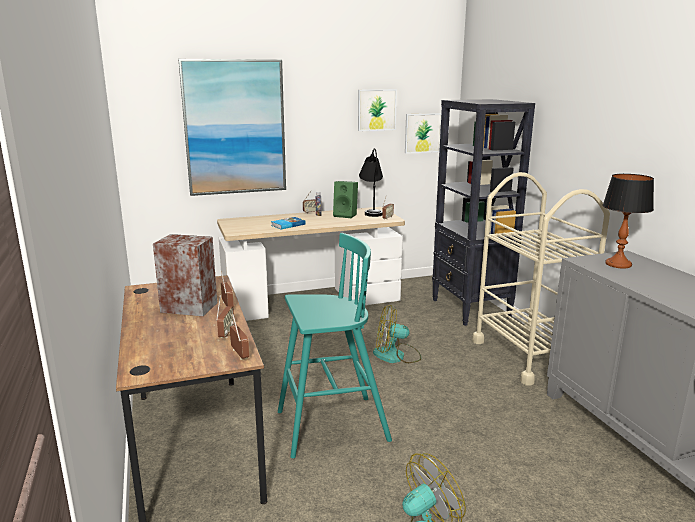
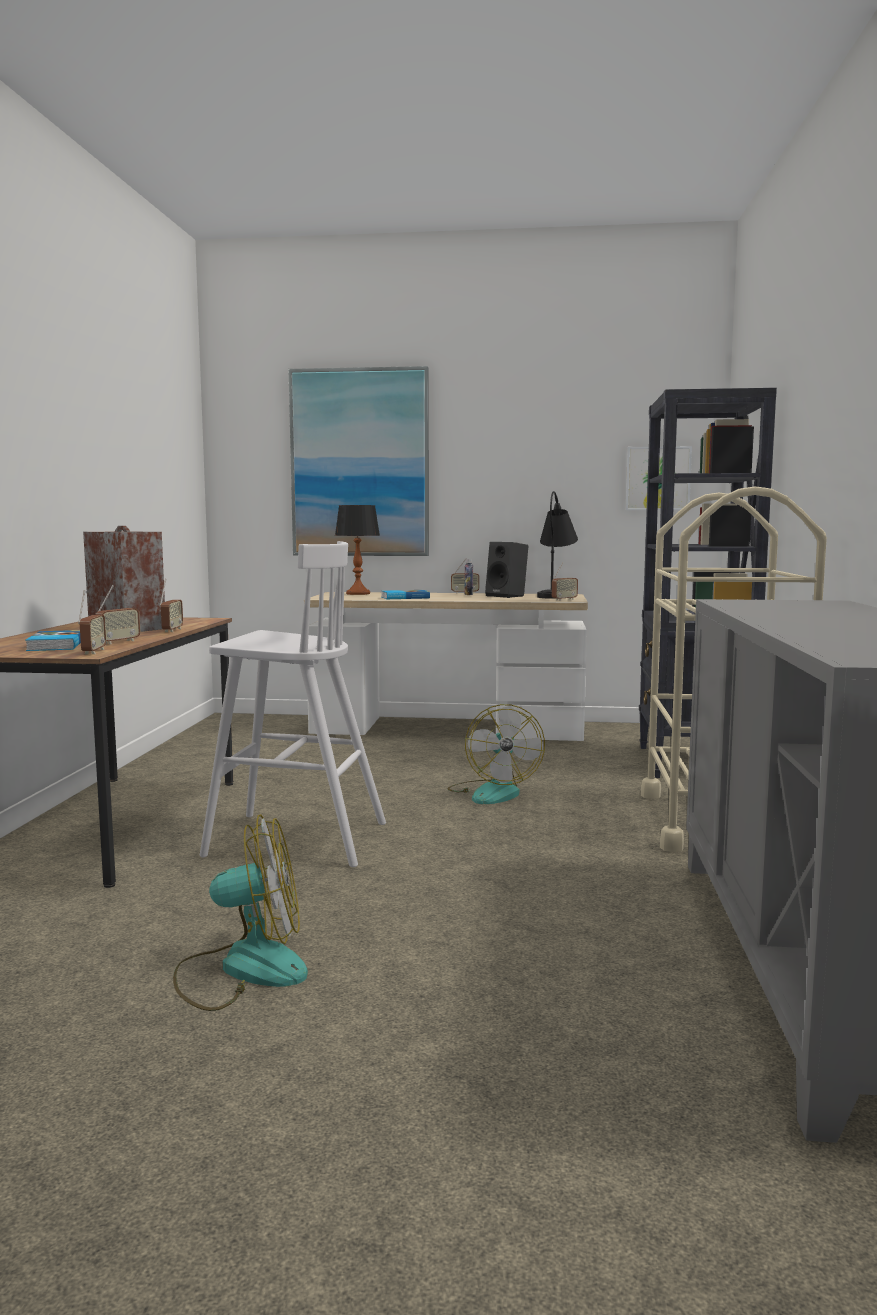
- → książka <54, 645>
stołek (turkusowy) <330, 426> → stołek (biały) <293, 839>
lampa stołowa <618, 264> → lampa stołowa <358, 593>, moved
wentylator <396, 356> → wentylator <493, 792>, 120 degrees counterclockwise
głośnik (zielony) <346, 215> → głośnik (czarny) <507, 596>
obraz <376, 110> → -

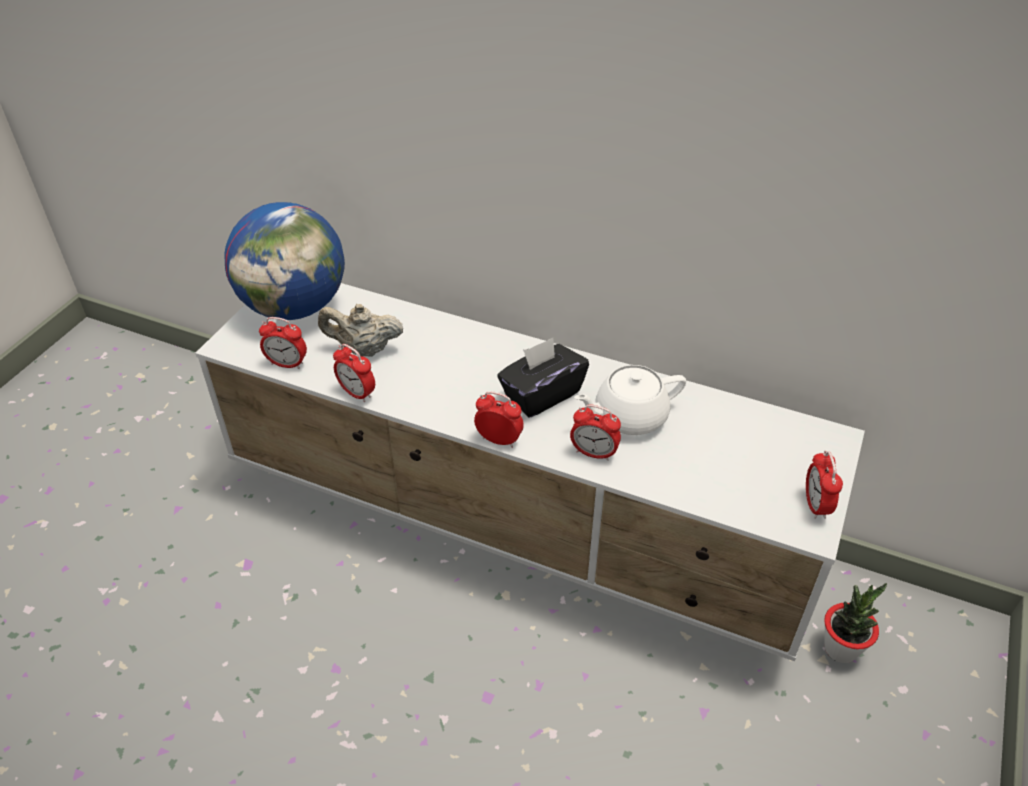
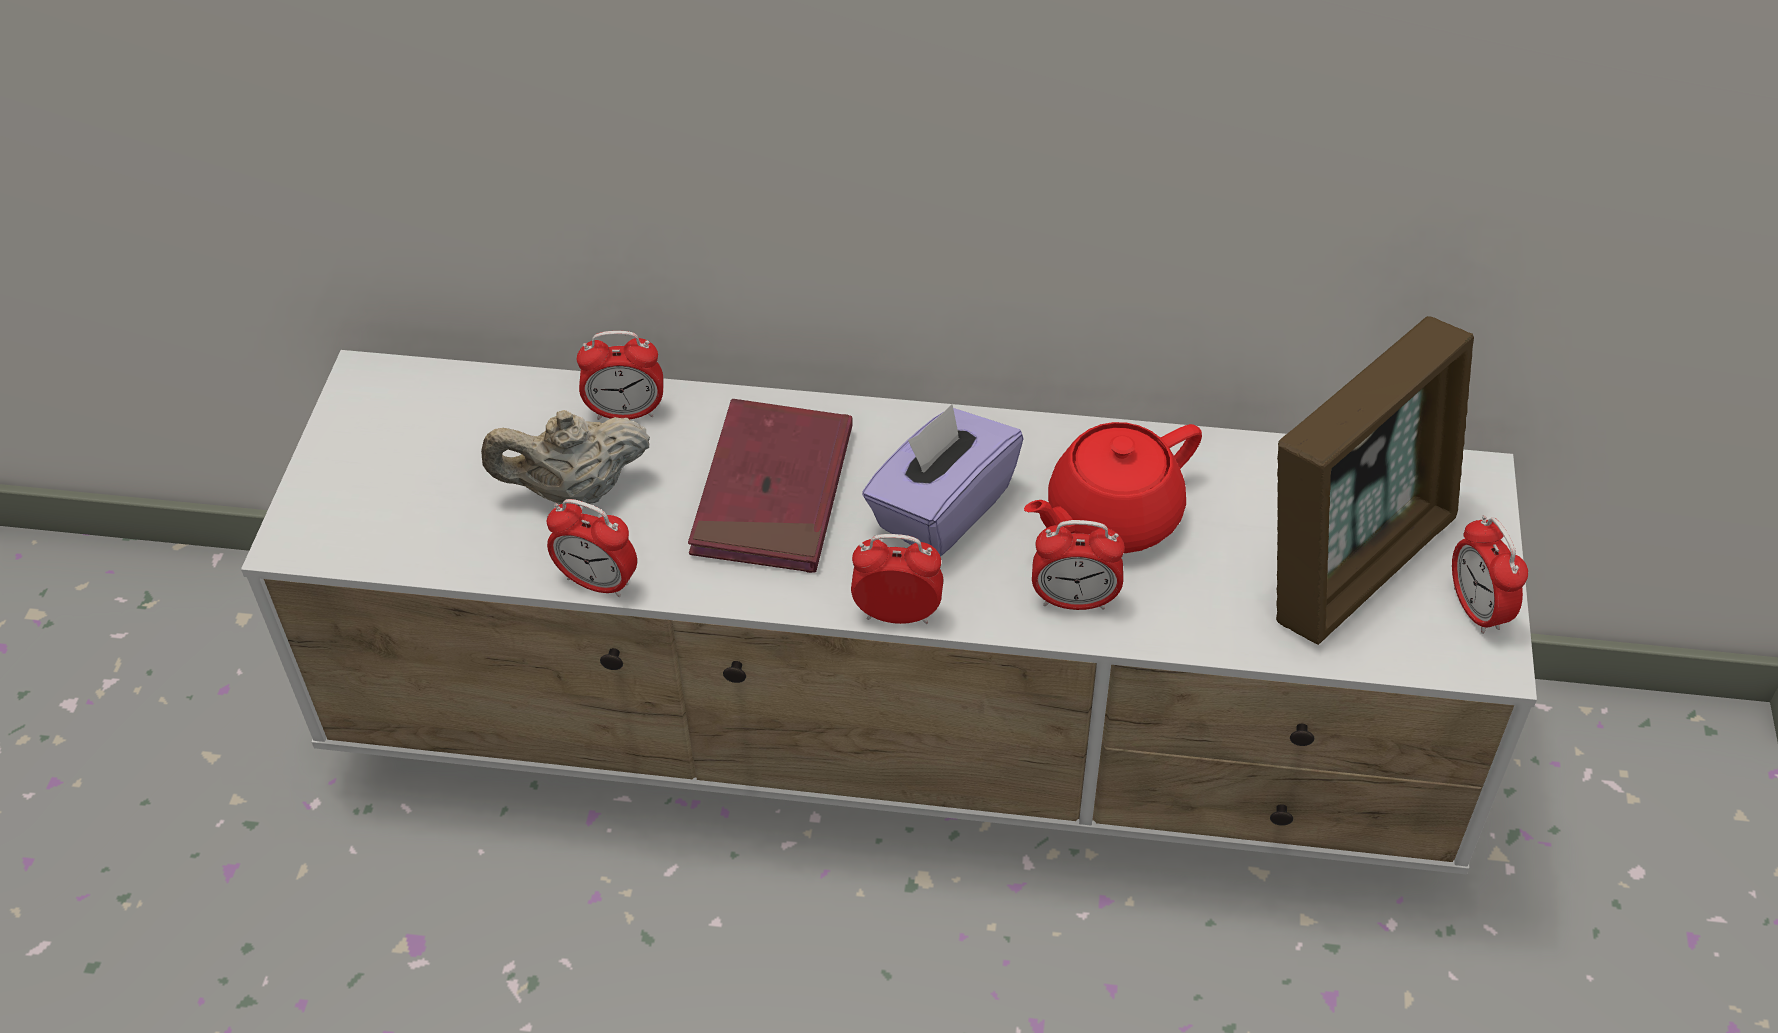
budzik <287, 364> → budzik <626, 412>, moved
- → książka (czerwony) <773, 492>
pudełko chusteczek (czarny) <541, 394> → pudełko chusteczek (fioletowy) <941, 509>
imbryk (biały) <629, 416> → imbryk (czerwony) <1110, 517>
- → ramka na zdjęcie <1353, 560>
globus <295, 307> → -
roślina doniczkowa <840, 649> → -

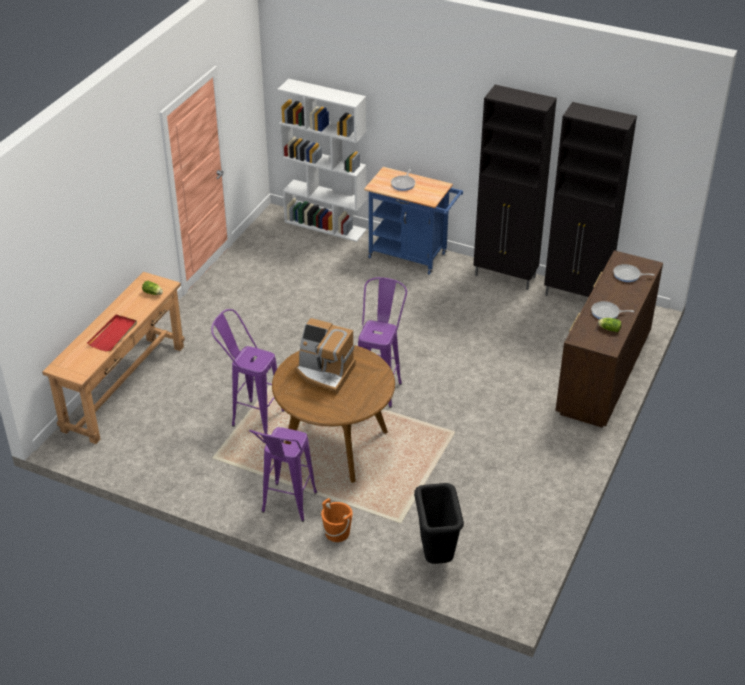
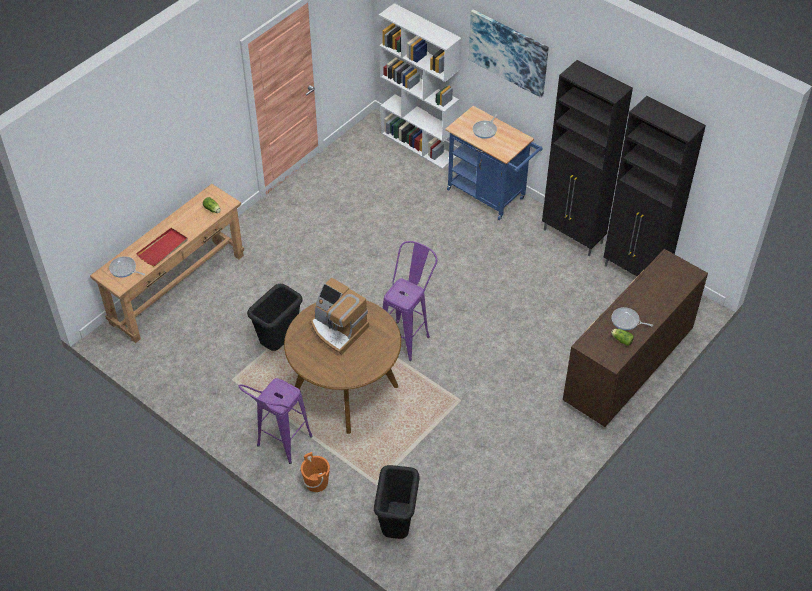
patelnia <628, 275> → patelnia <124, 269>, moved
stołek (fioletowy) <250, 416> → kosz na śmieci (czarny) <279, 343>
- → obraz <508, 52>

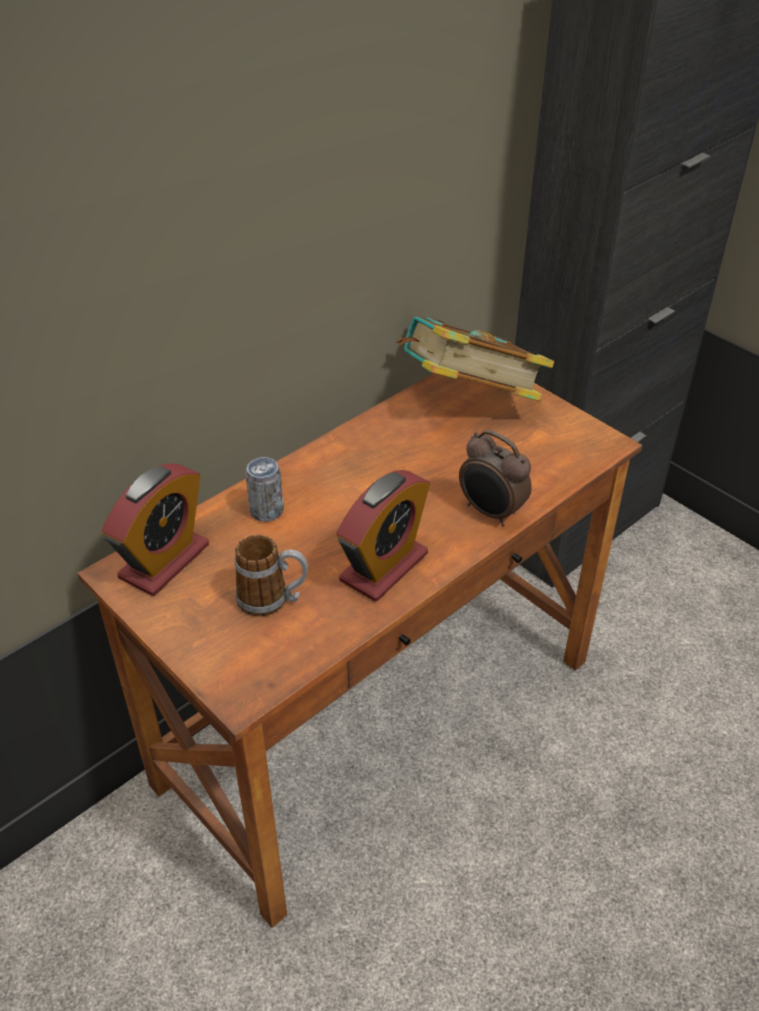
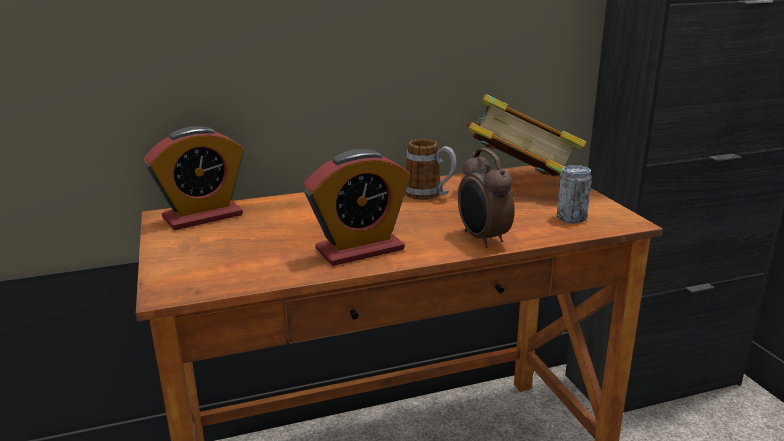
kubek <273, 600> → kubek <429, 195>, moved
puszka <266, 511> → puszka <571, 218>, moved

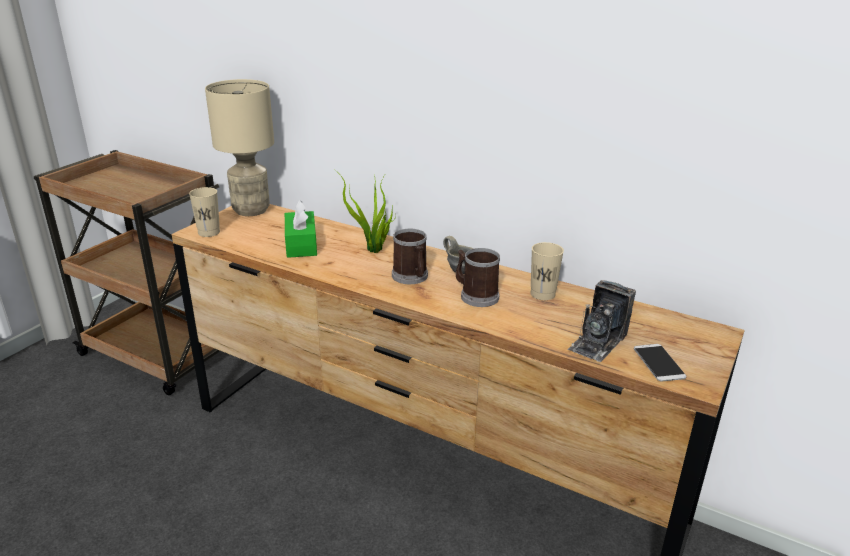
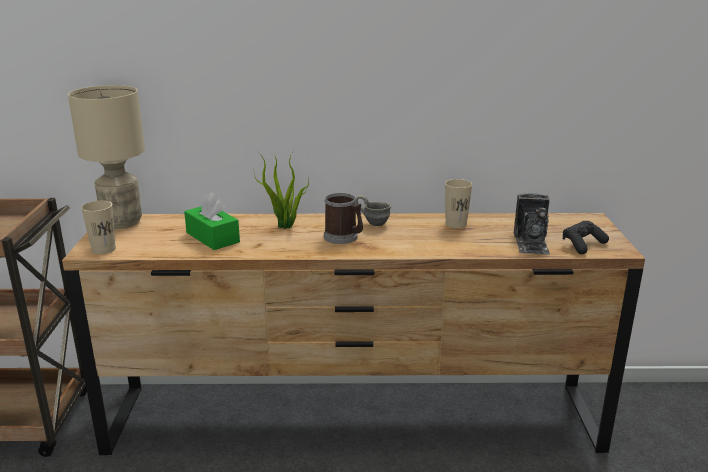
telefon <658, 363> → pad do gier (czarny) <582, 245>
kubek <475, 295> → -

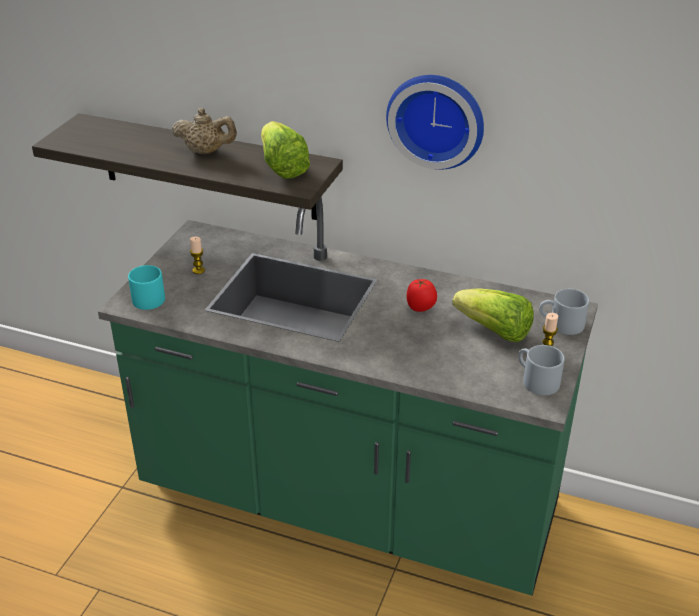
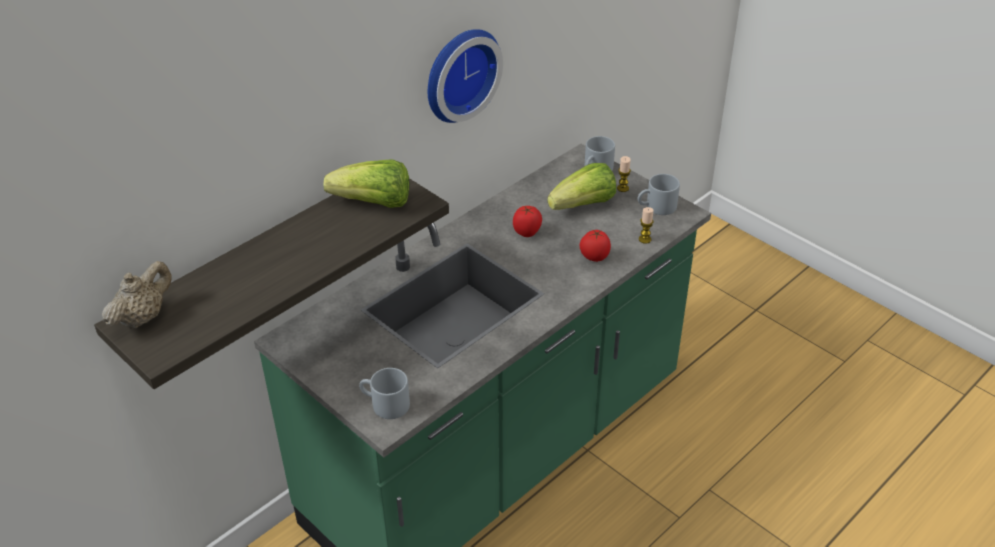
imbryk (beżowy) <206, 152> → imbryk (beżowy) <143, 317>, moved
kubek (turkusowy) <148, 297> → kubek (szary) <384, 404>
- → pomidor <594, 257>
świeca <198, 270> → świeca <644, 239>, moved

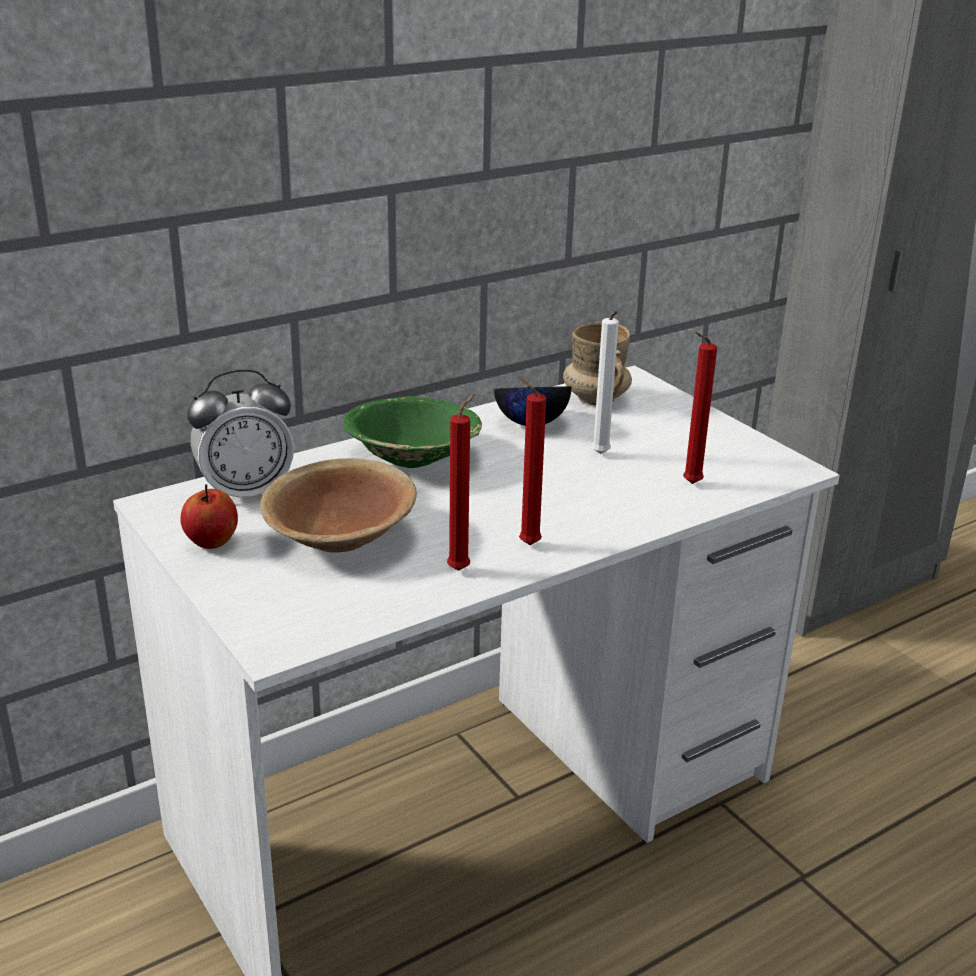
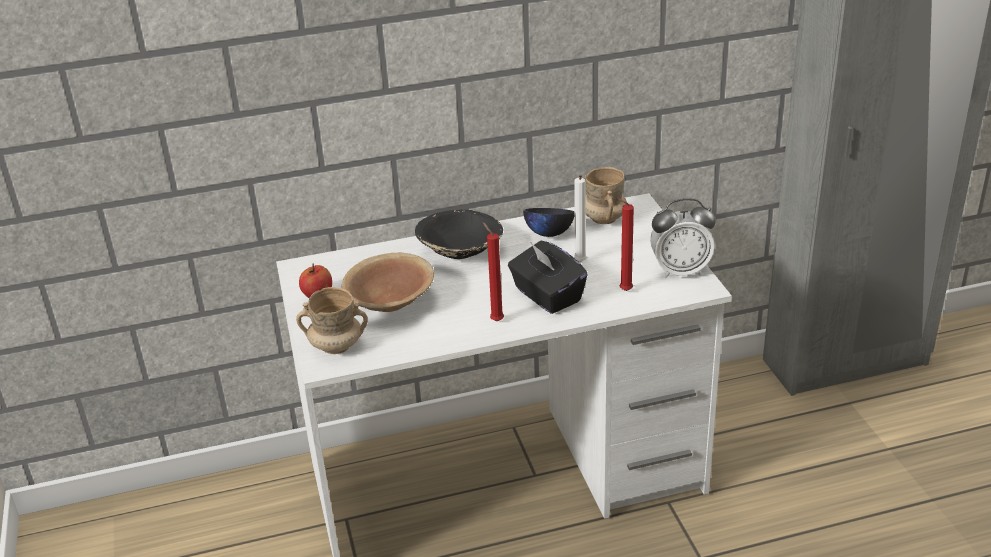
- → kubek (beżowy) <336, 346>
miska (zielony) <412, 457> → miska (czarny) <460, 251>
- → pudełko chusteczek (czarny) <547, 296>
budzik <246, 492> → budzik <680, 271>, moved
świeca (czerwony) <461, 569> → -

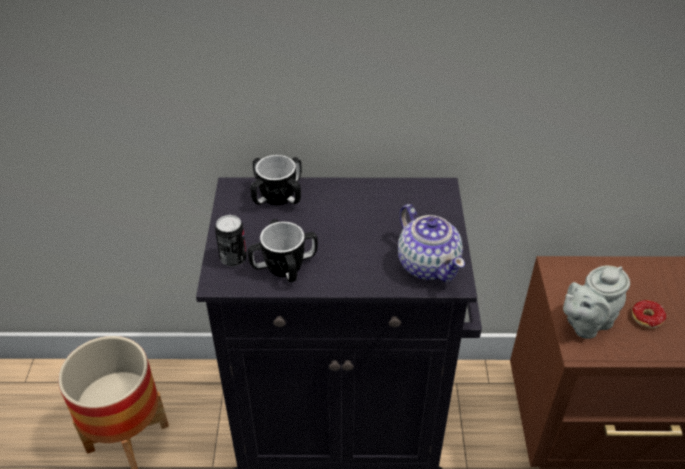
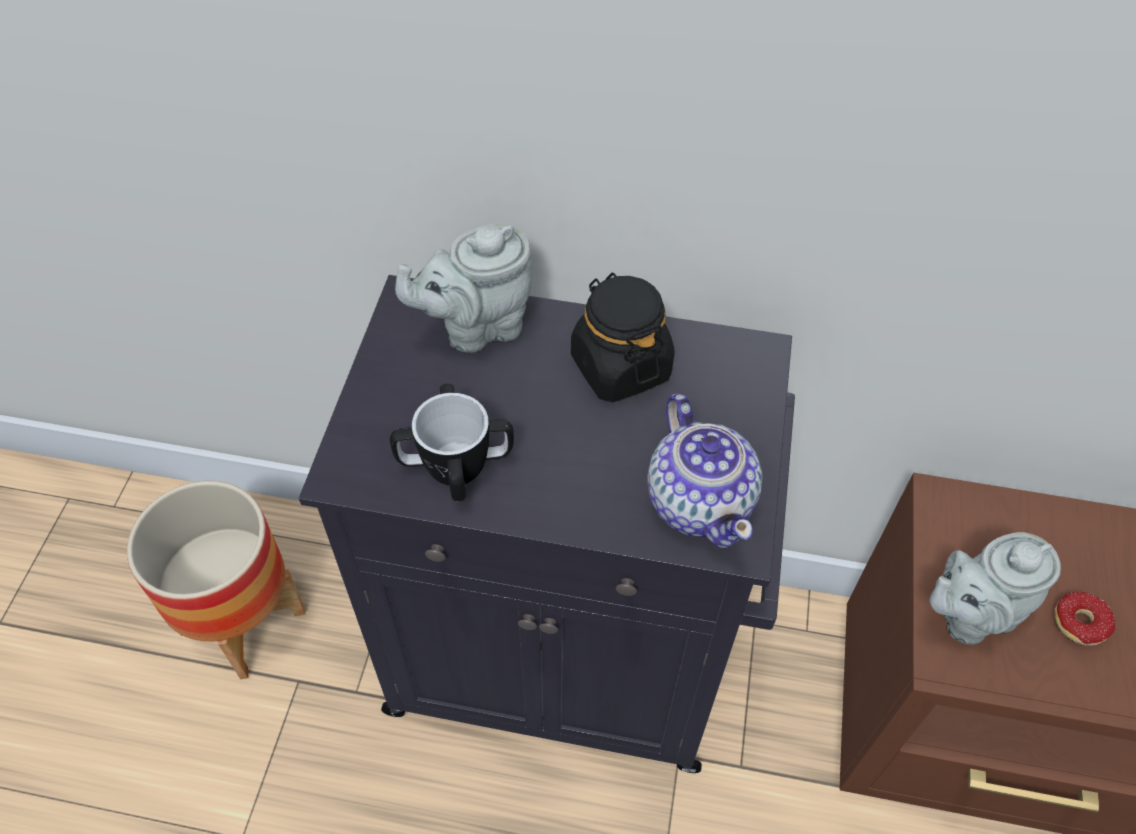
kubek <277, 196> → imbryk (szary) <476, 327>
- → słoik (czarny) <620, 367>
puszka <233, 258> → -

